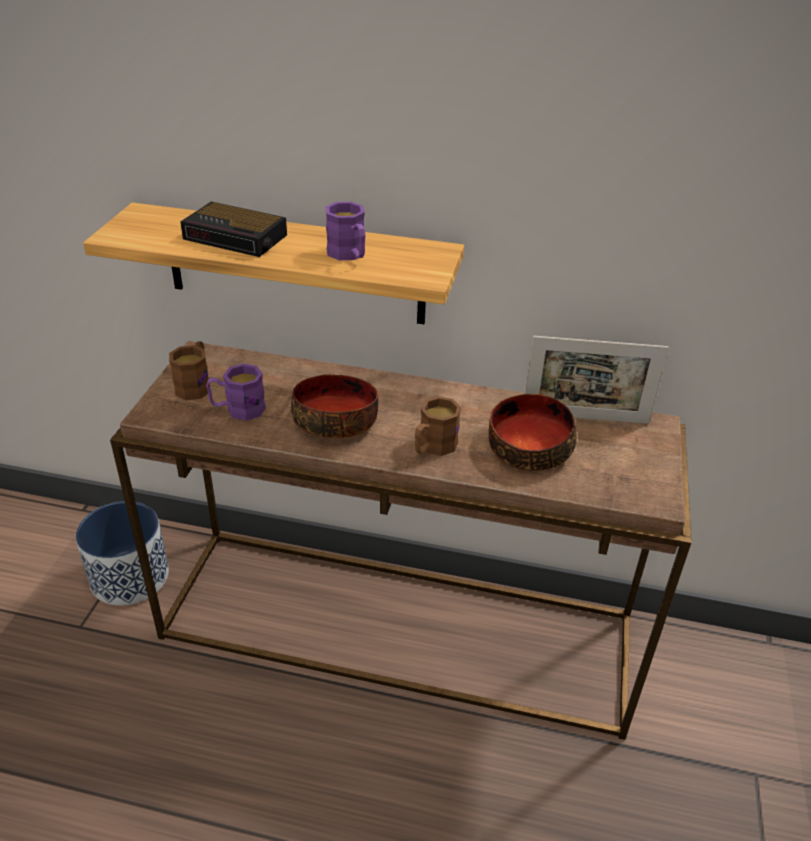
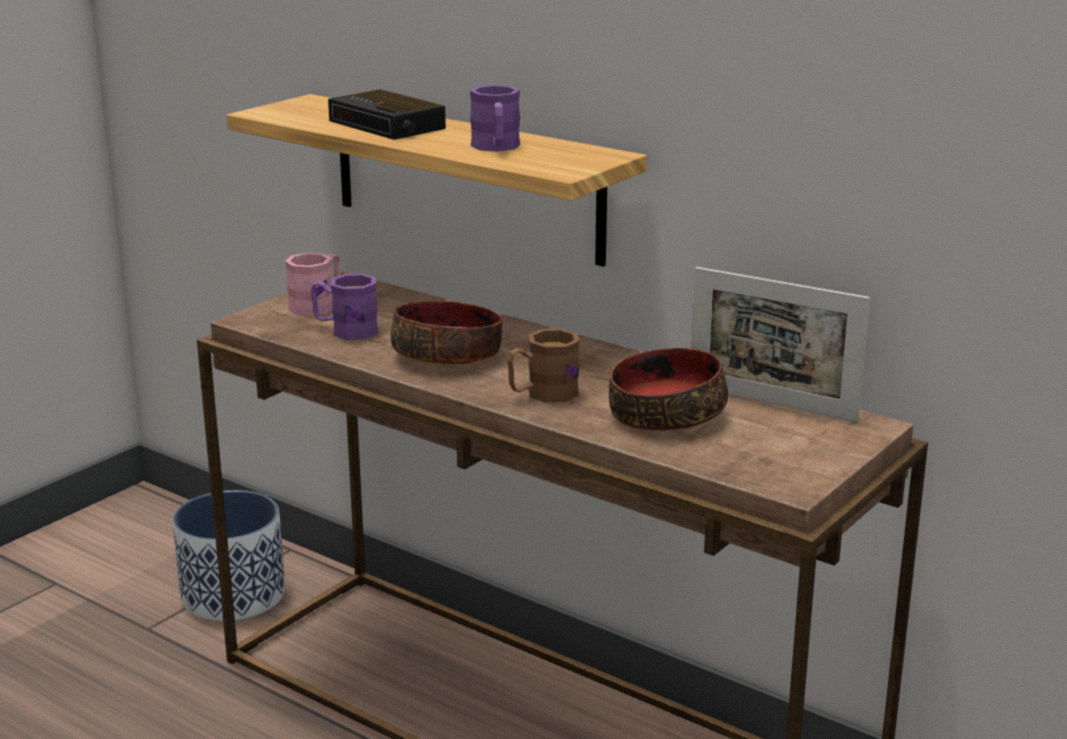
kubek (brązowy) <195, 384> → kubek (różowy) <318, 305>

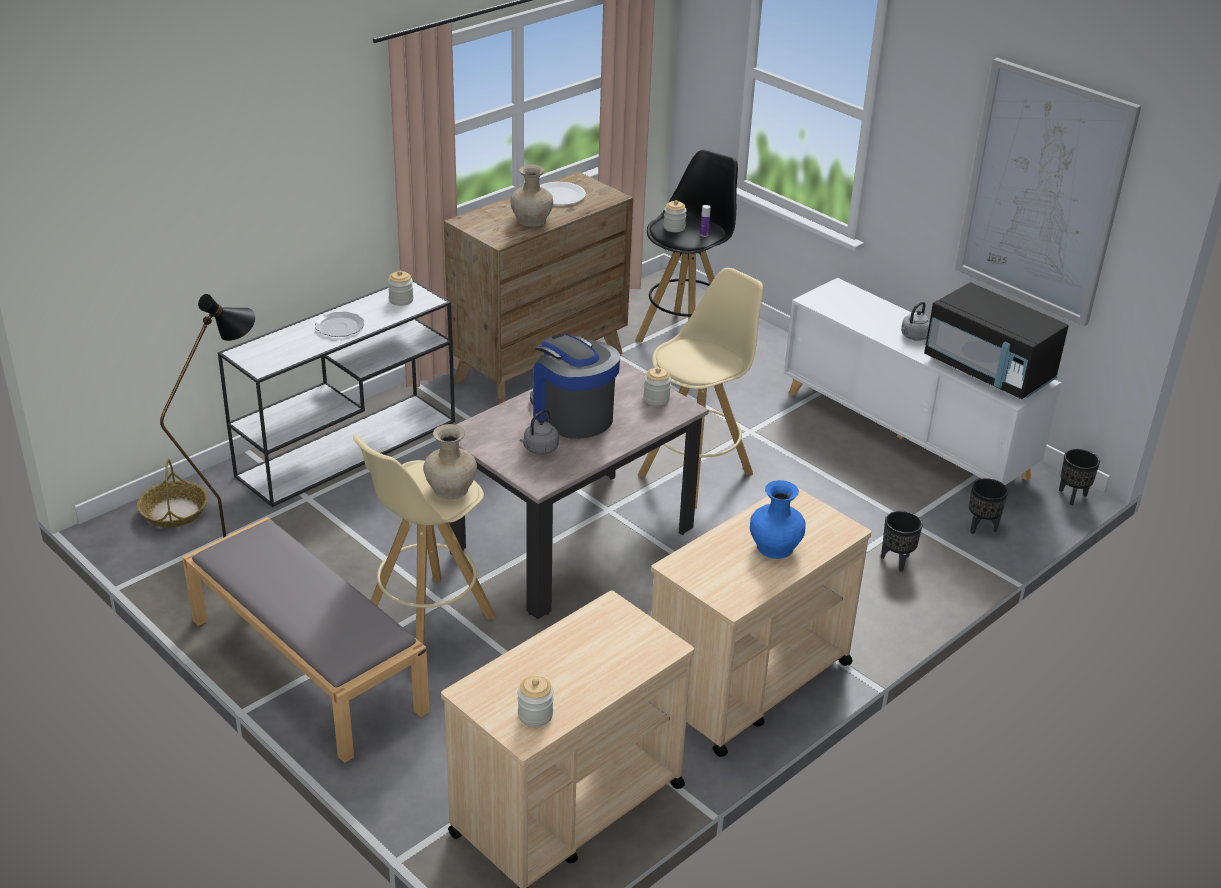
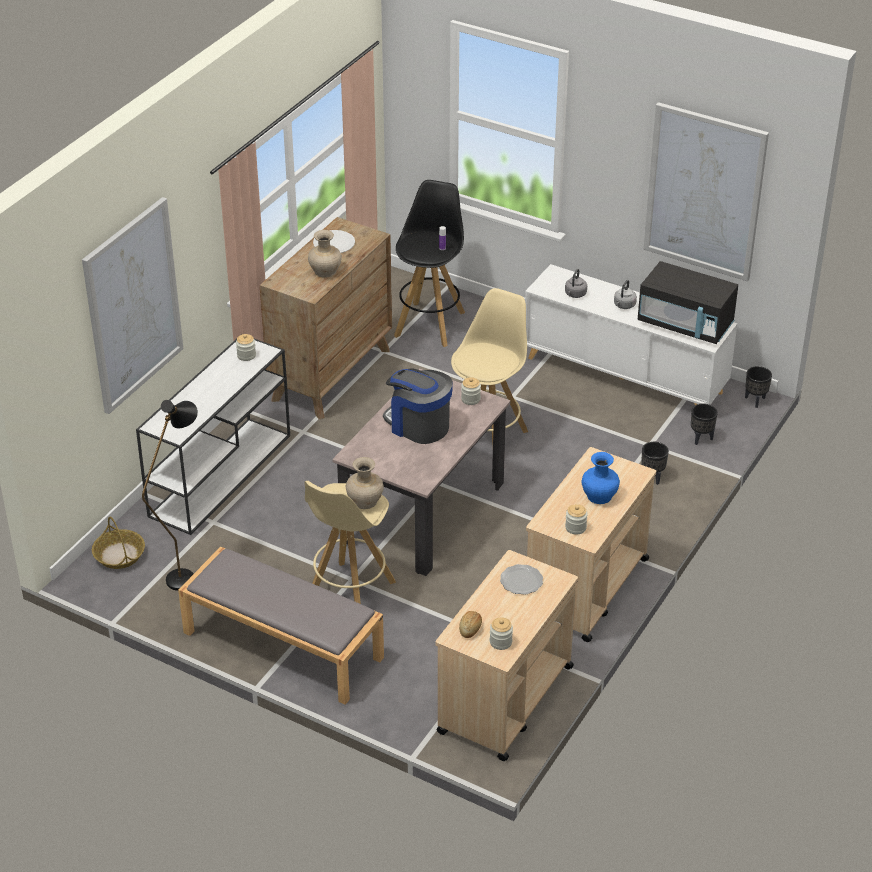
- → obraz <133, 305>
- → chleb <470, 628>
talerz <340, 326> → talerz <522, 581>, moved
czajnik (szary) <539, 449> → czajnik (szary) <575, 294>, moved
słoik <674, 227> → słoik <575, 527>, moved

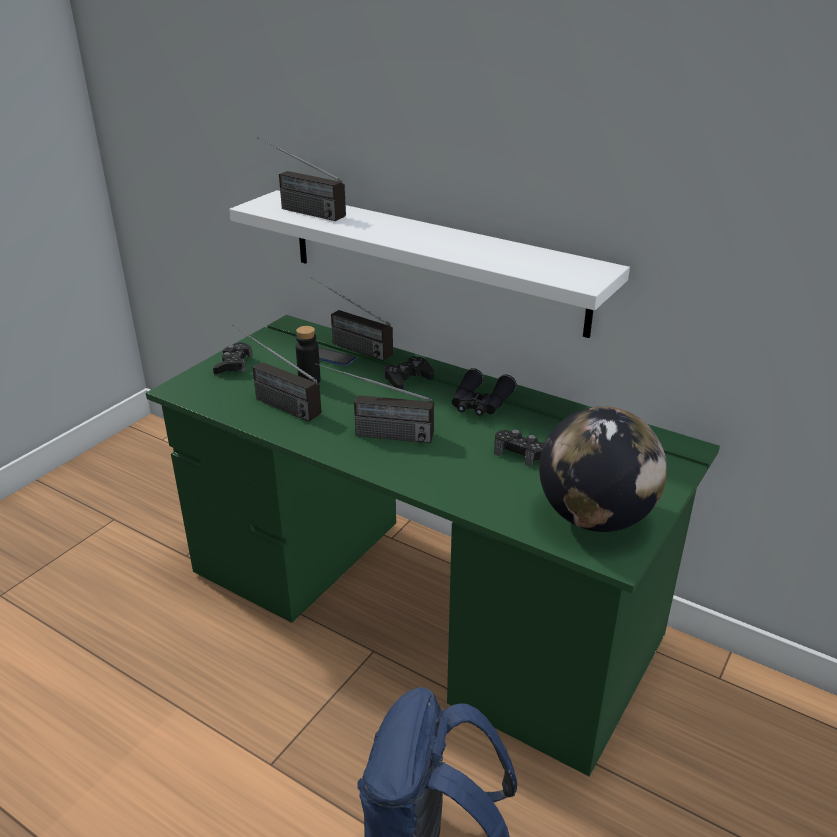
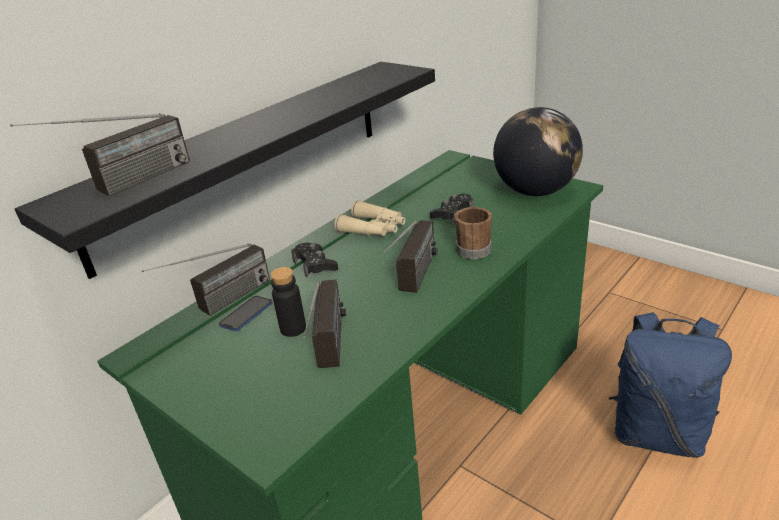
półka (biały) <433, 260> → półka (czarny) <246, 157>
radio <272, 401> → radio <332, 354>, 45 degrees counterclockwise
lornetka (czarny) <480, 404> → lornetka (beżowy) <374, 228>
- → kubek (brązowy) <475, 248>
pad do gier (czarny) <233, 365> → -

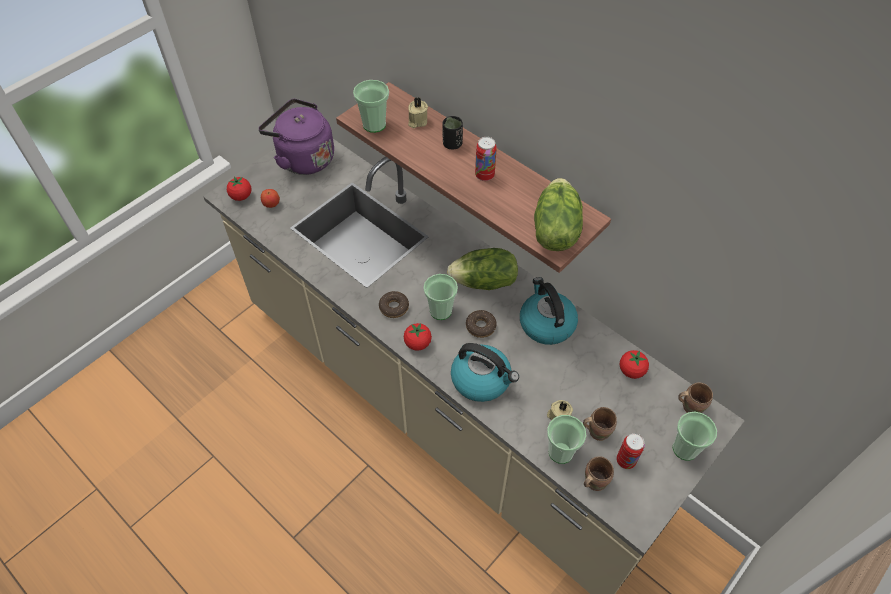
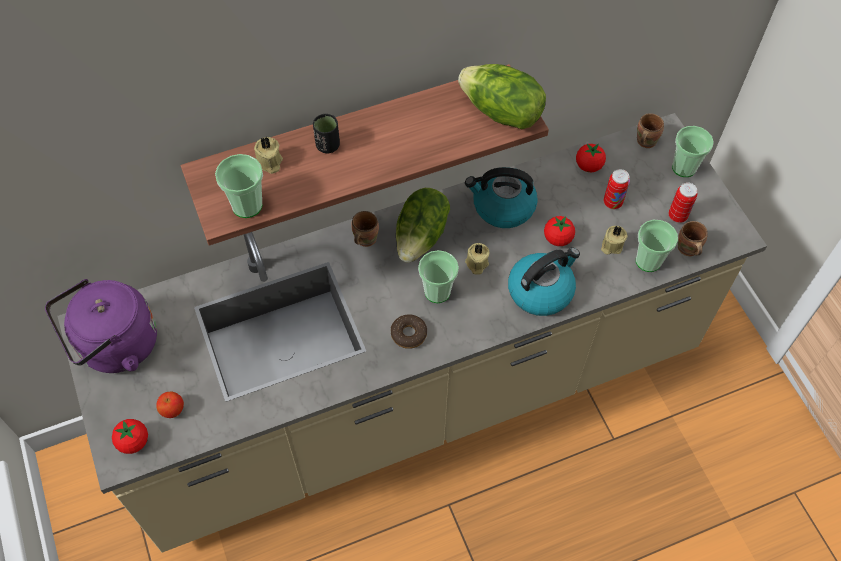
kubek (brązowy) <597, 430> → kubek (brązowy) <364, 239>, moved
donut <480, 326> → świeca (beżowy) <476, 264>
pomidor <417, 343> → pomidor <557, 238>, moved
puszka <484, 175> → puszka <612, 202>, moved

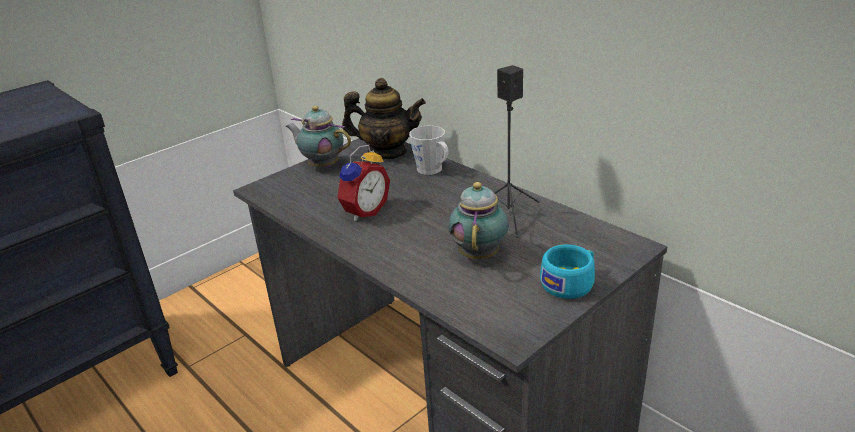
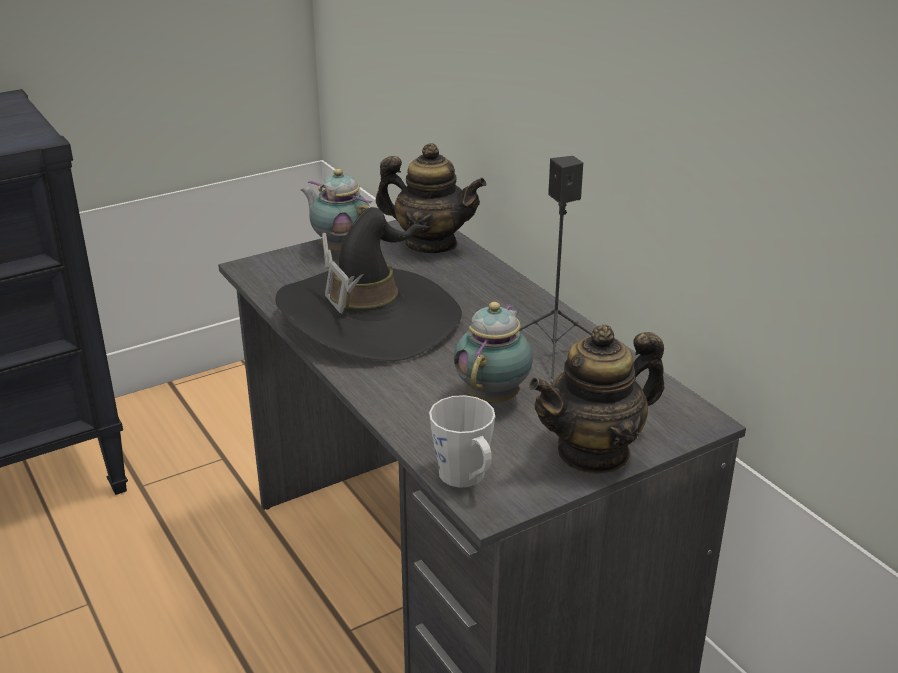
budzik <363, 211> → kapelusz (czarny) <370, 317>
kubek (szary) <433, 170> → kubek (szary) <466, 478>, moved
filiżanka (turkusowy) <571, 282> → imbryk <594, 452>

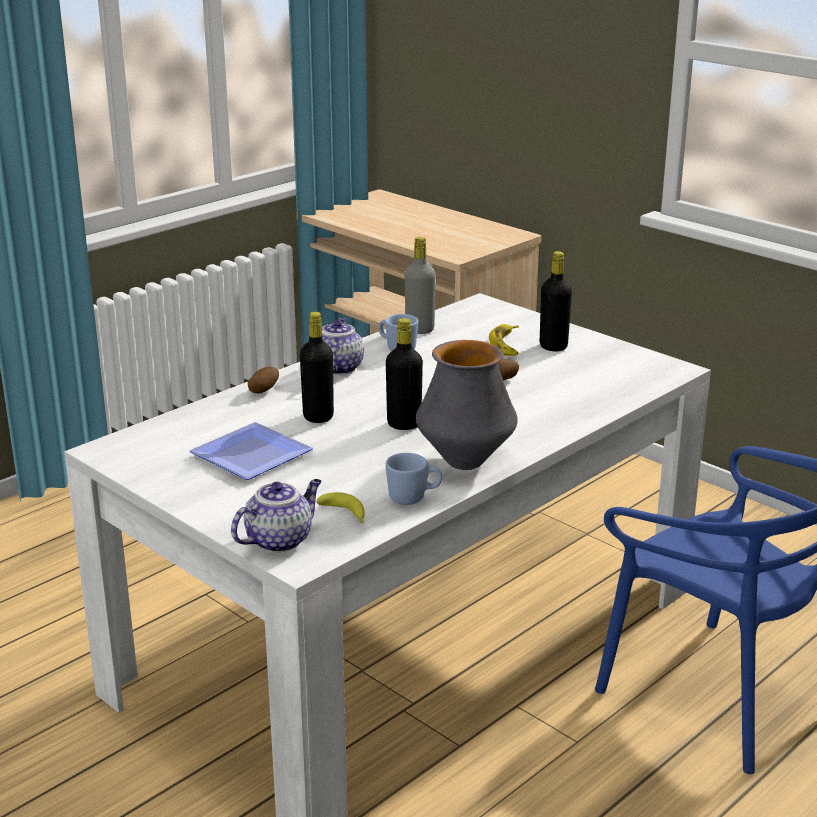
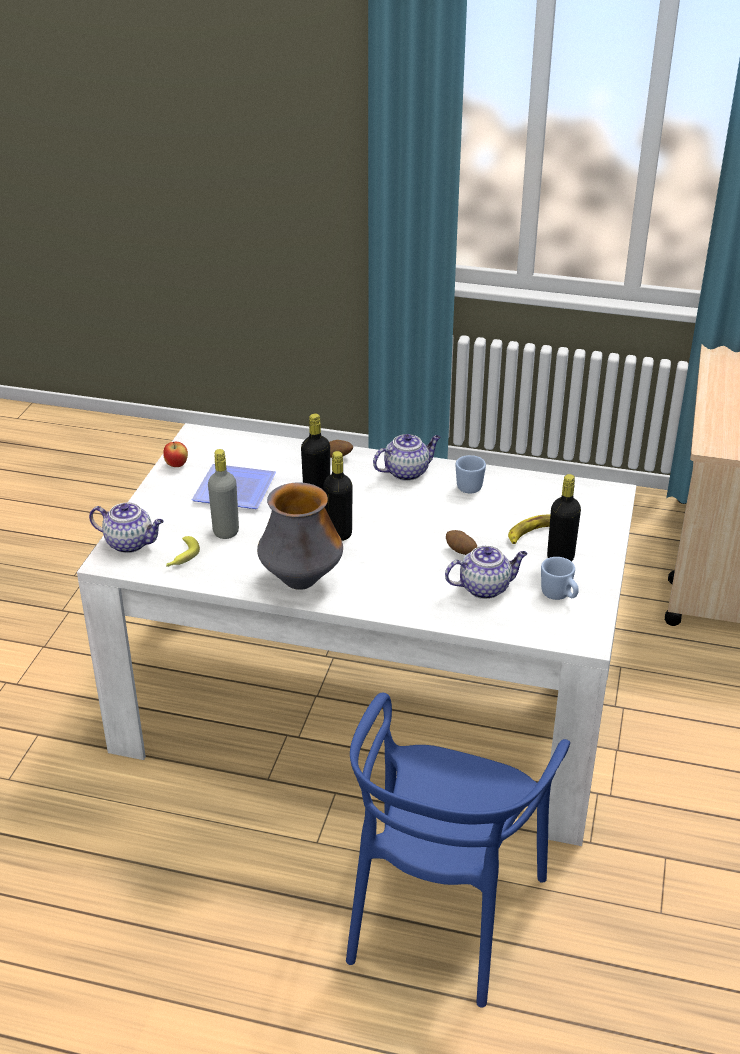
- → jabłko <177, 465>
butelka (szary) <419, 329> → butelka (szary) <226, 531>, moved
- → imbryk <485, 587>
kubek (niebieski) <413, 498> → kubek (niebieski) <559, 596>, moved

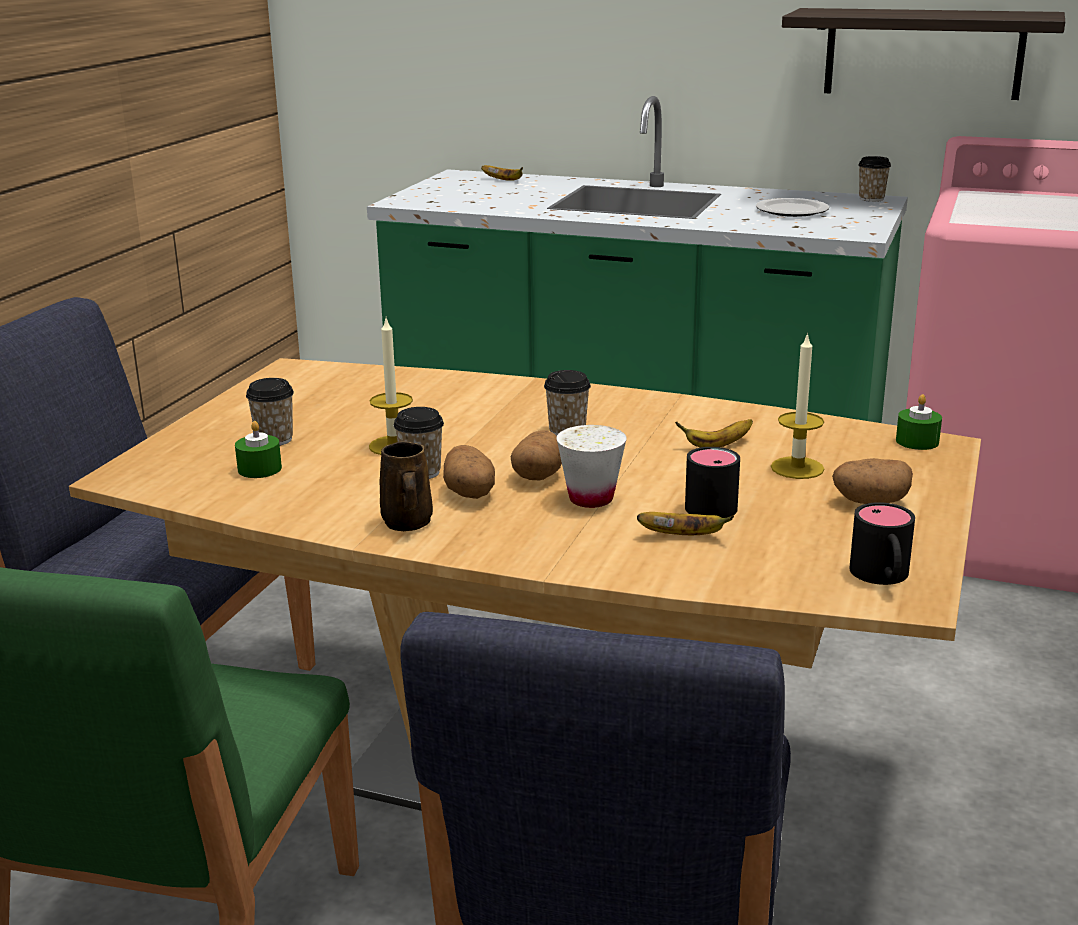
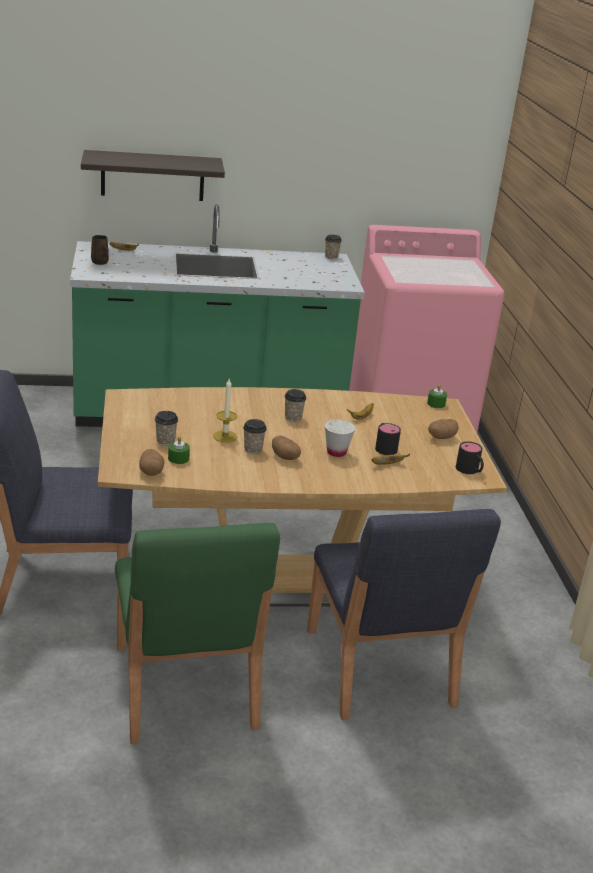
półka <923, 53> → półka <152, 176>, moved
kubek (brązowy) <407, 524> → kubek (brązowy) <100, 263>, moved
ziemniak <538, 475> → ziemniak <151, 471>, moved
talerz <790, 211> → -
świeca <797, 468> → -

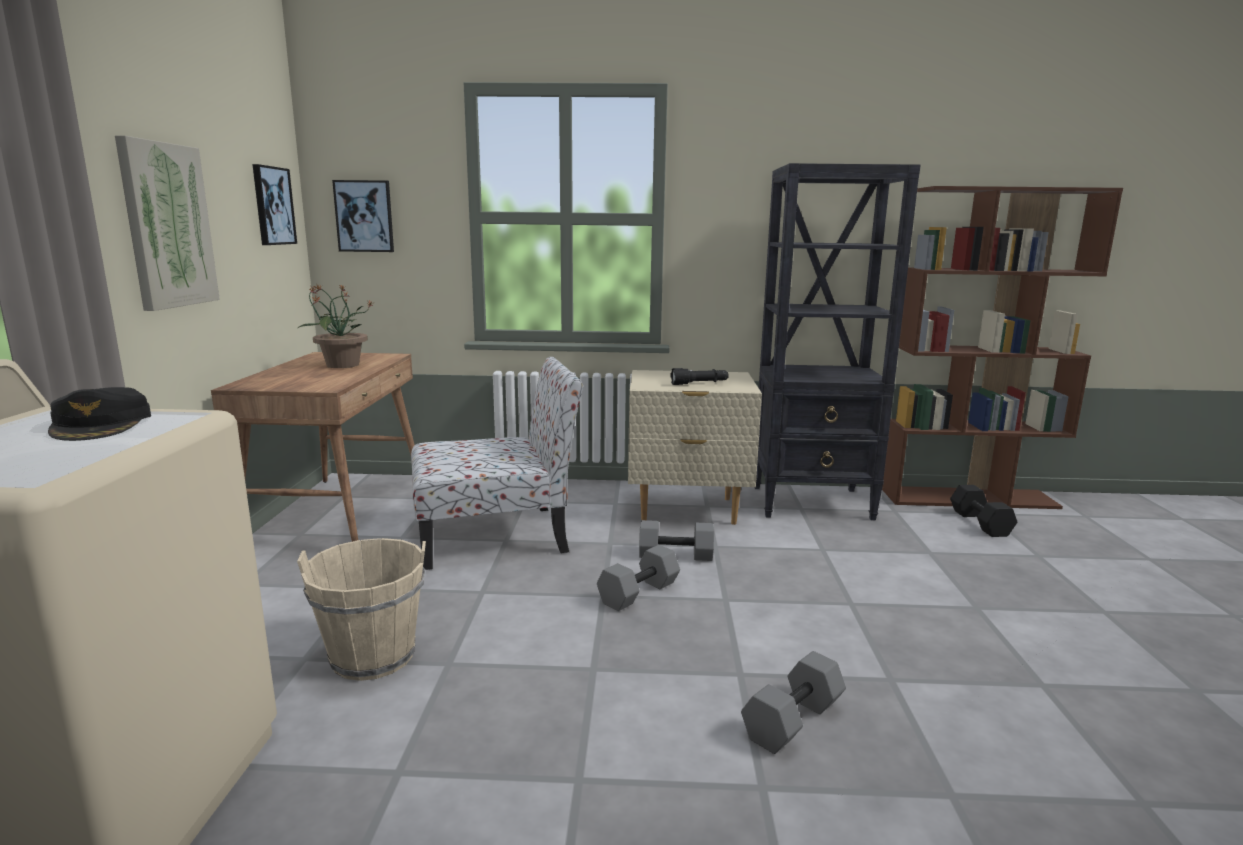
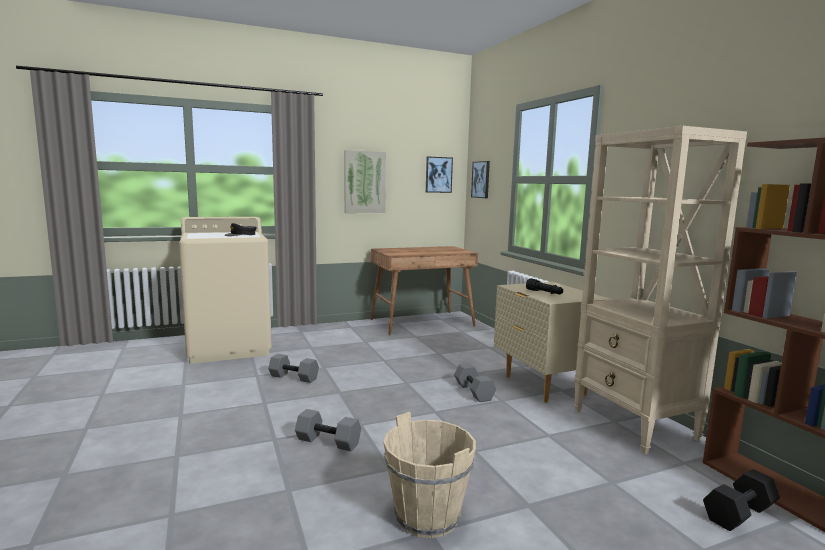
hantel (szary) <638, 592> → hantel (szary) <294, 377>, moved
wiadro (beżowy) <372, 657> → wiadro (beżowy) <426, 516>, moved
regał (czarny) <813, 503> → regał (beżowy) <635, 425>
roślina doniczkowa <341, 365> → -
krzesło <496, 536> → -

